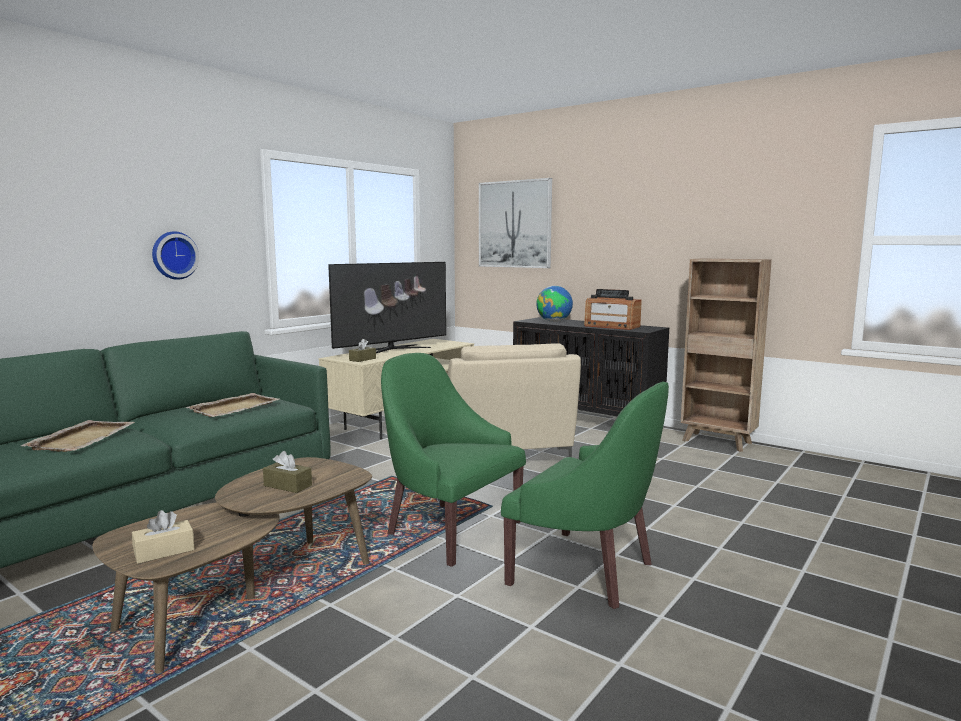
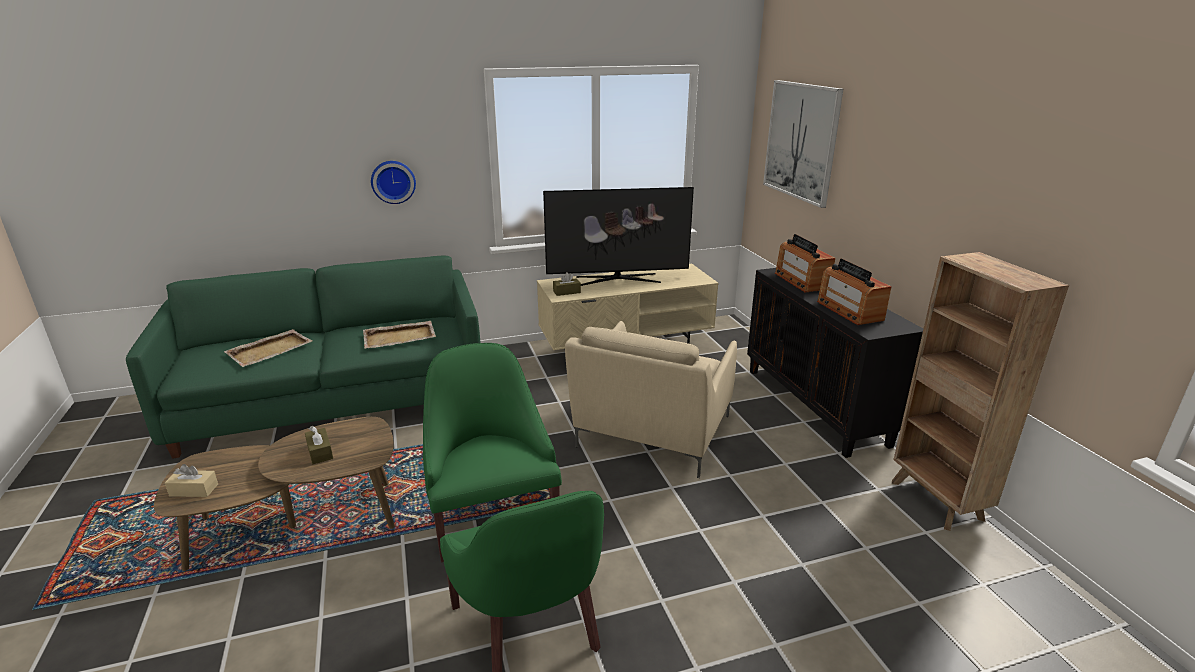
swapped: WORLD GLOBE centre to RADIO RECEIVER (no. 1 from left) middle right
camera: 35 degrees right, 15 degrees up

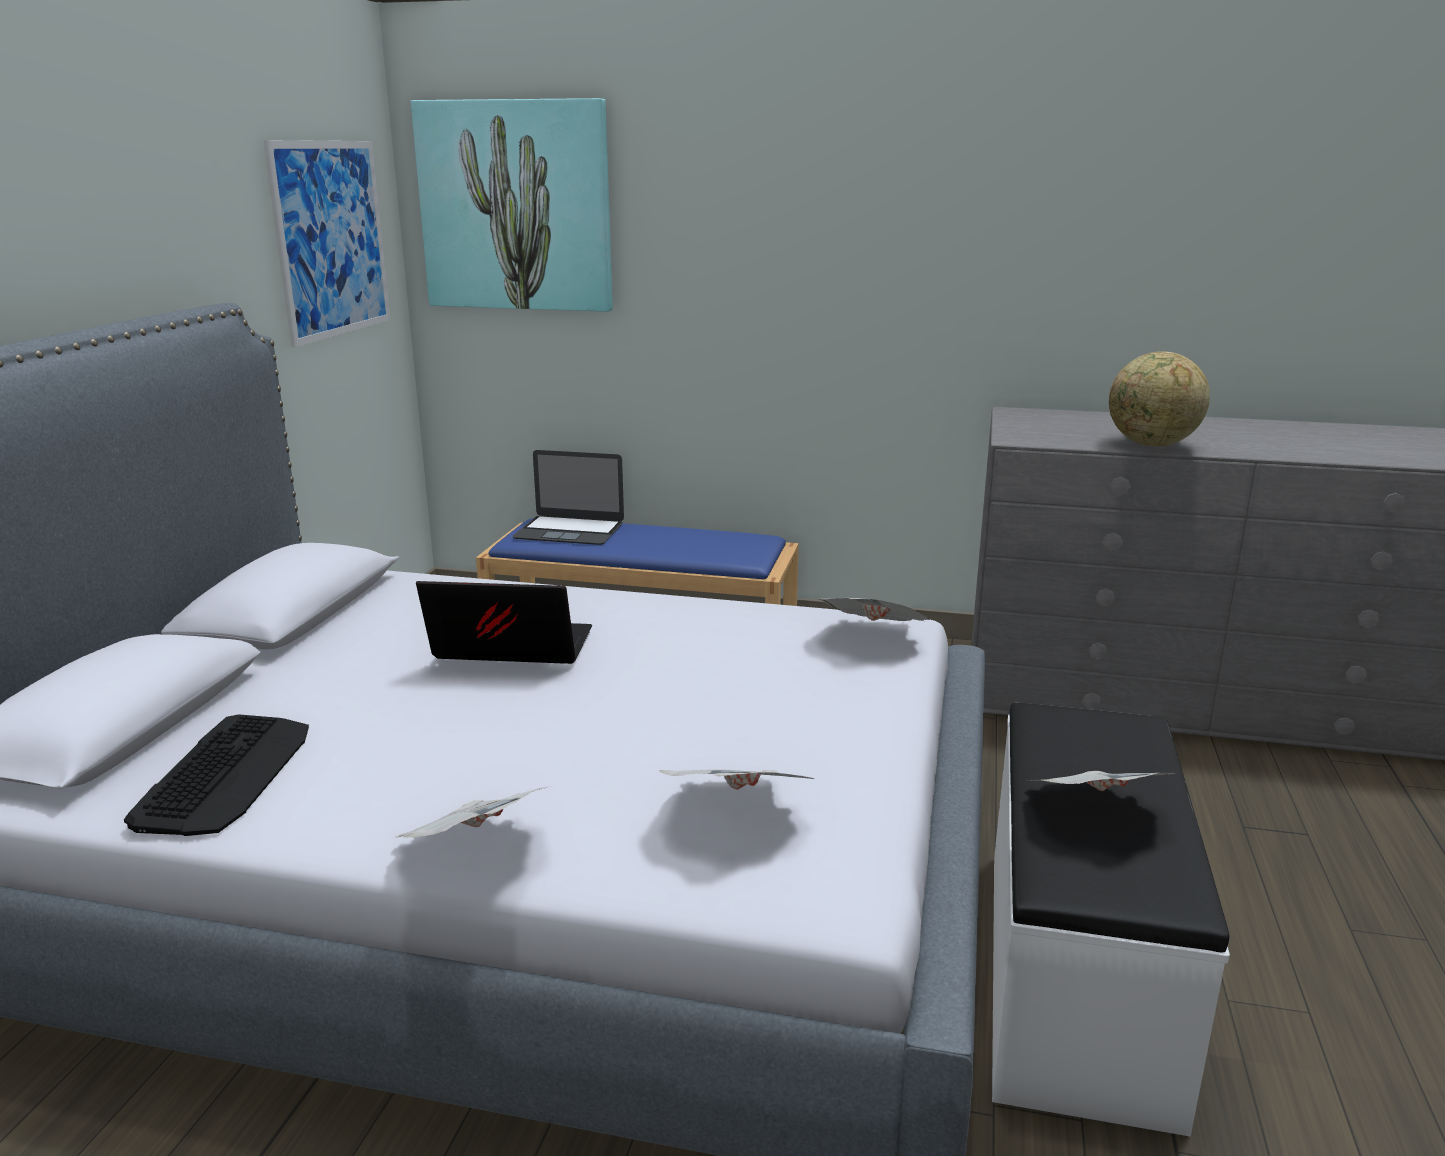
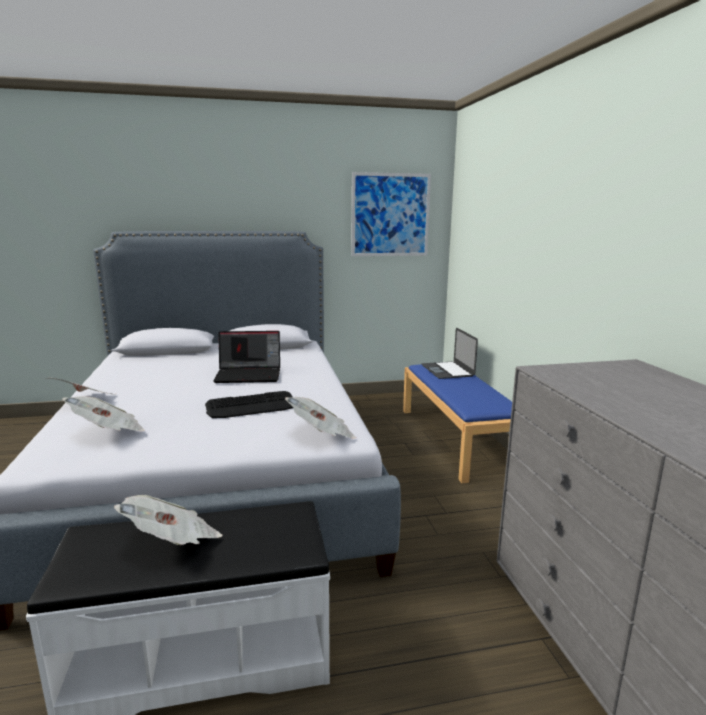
gone: WALL PICTURE (no. 2 from left) top centre; WORLD GLOBE middle right
shifted: KEYBOARD bottom left to centre
rotated: PORTABLE COMPUTER (no. 1 from left) centre = centre 105 degrees clockwise
camera: 65 degrees right, 5 degrees down

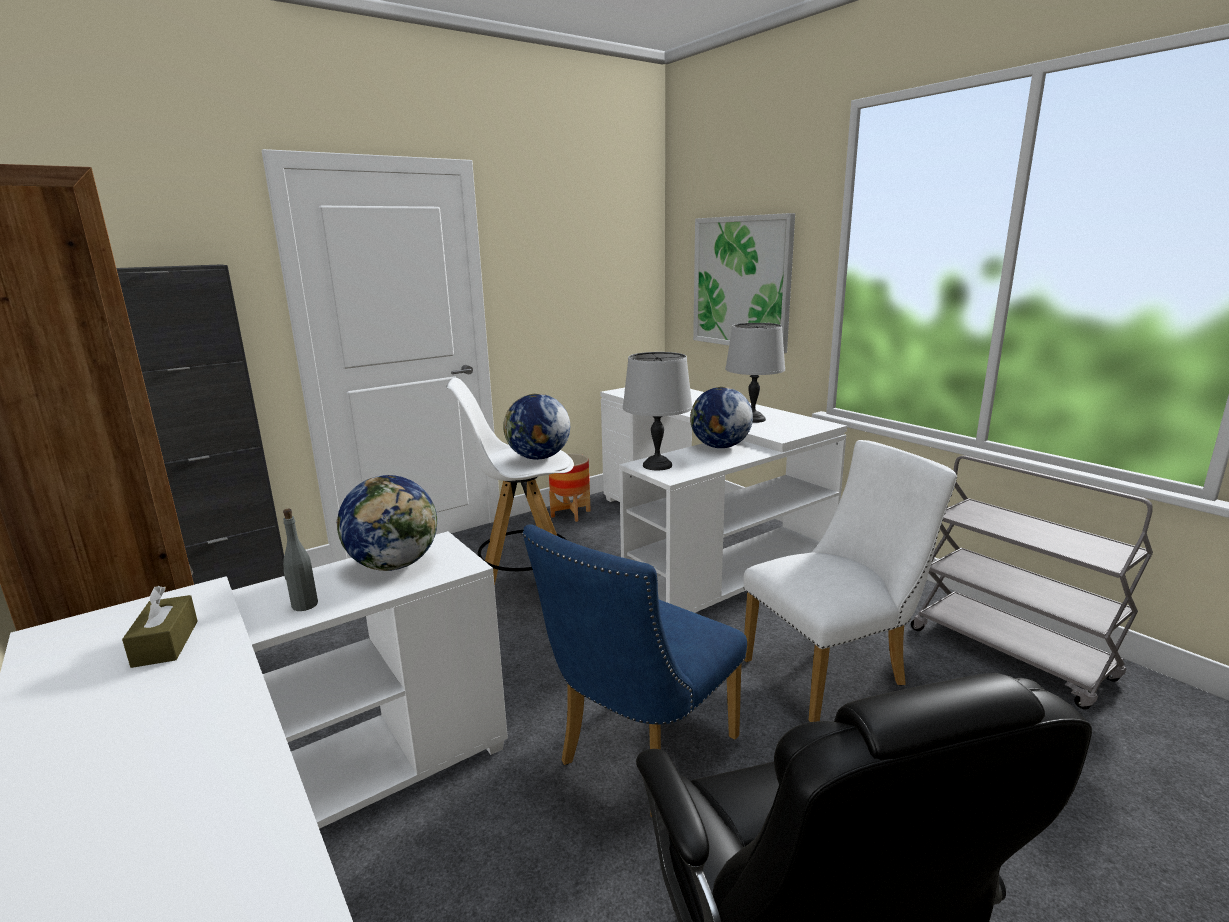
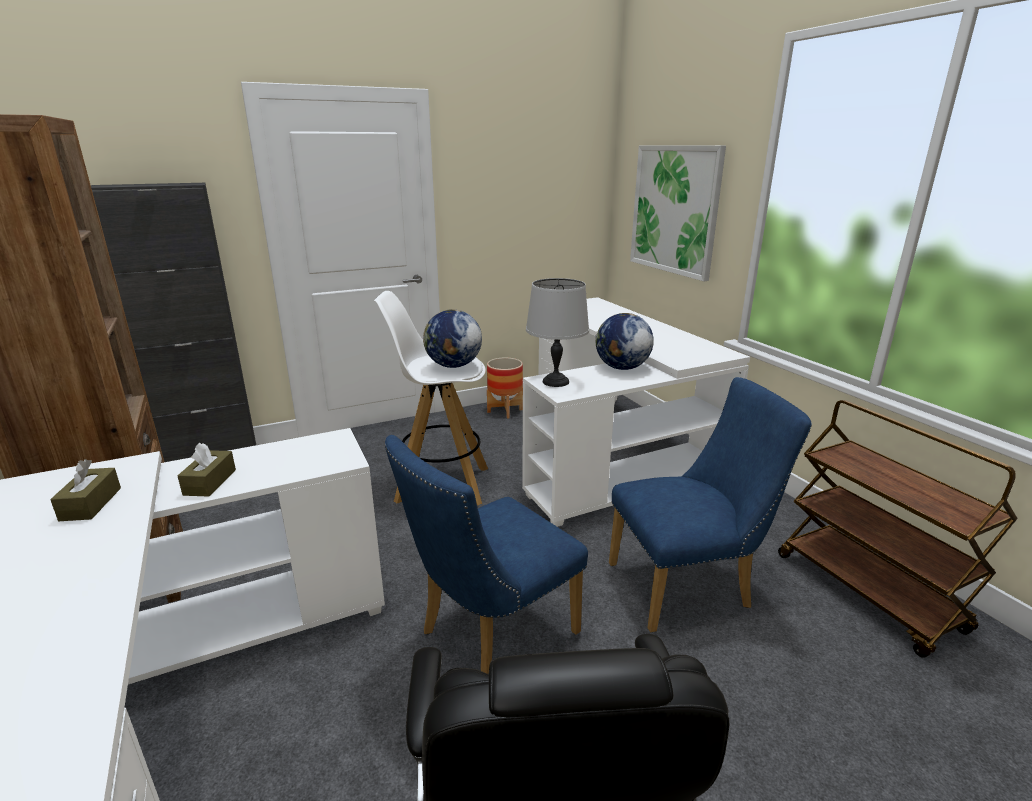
gone: WORLD GLOBE (no. 1 from left) middle left; GRAY TABLE LAMP (no. 2 from left) centre
swapped: GRAY BEVERAGE BOTTLE middle left to BROWN TISSUE BOX (no. 2 from left) middle left
repainted: WHITE UPRIGHT CHAIR middle right to BLUISH UPRIGHT CHAIR (no. 2 from left) middle right; GRAY TROLLEY middle right to BROWN TROLLEY middle right
camera: 10 degrees right, 5 degrees up

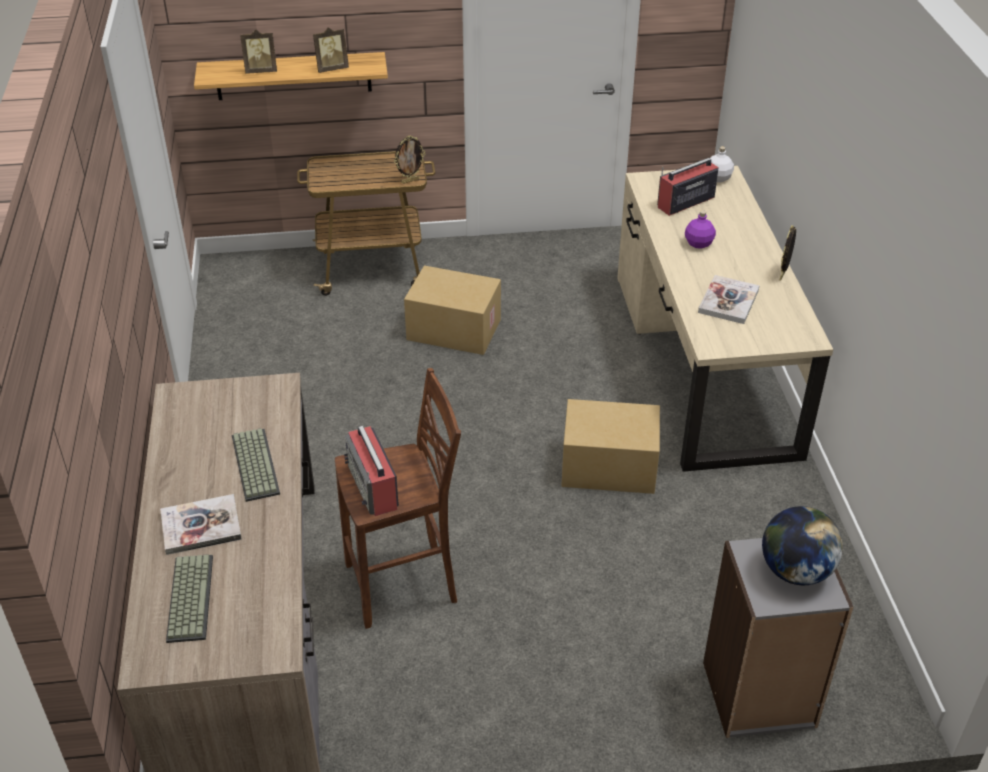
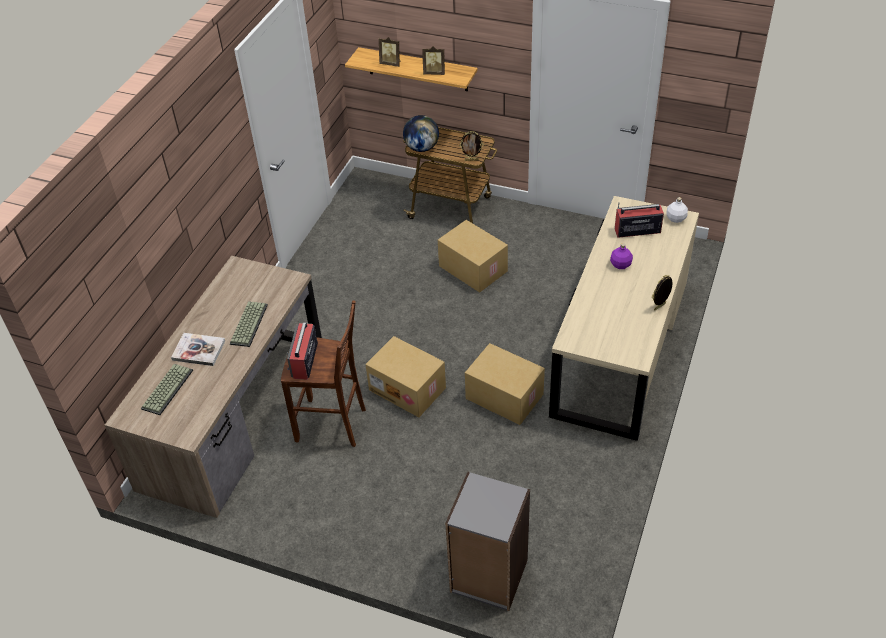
gone: BOOK (no. 2 from left) middle right
new: CARDBOARD BOX (no. 1 from left) centre
shifted: WORLD GLOBE bottom right to top centre
camera: 30 degrees right, 5 degrees up

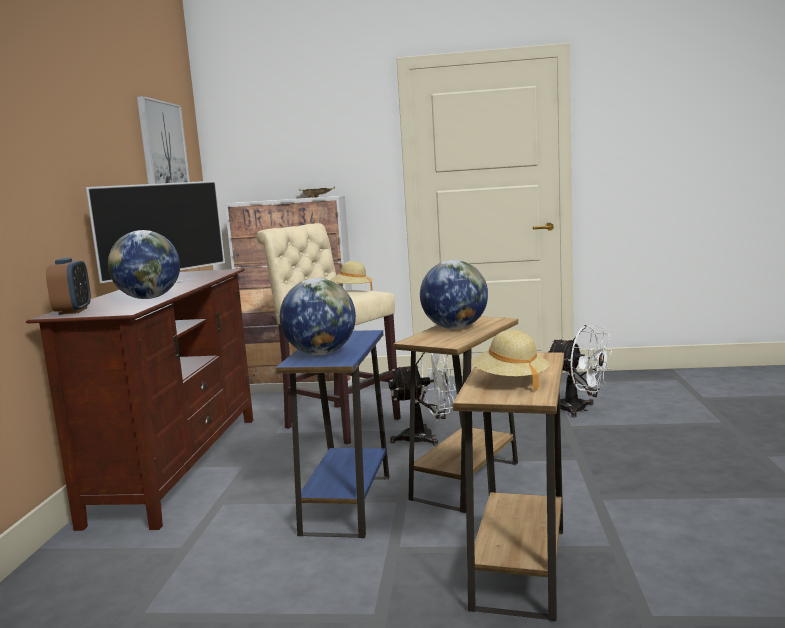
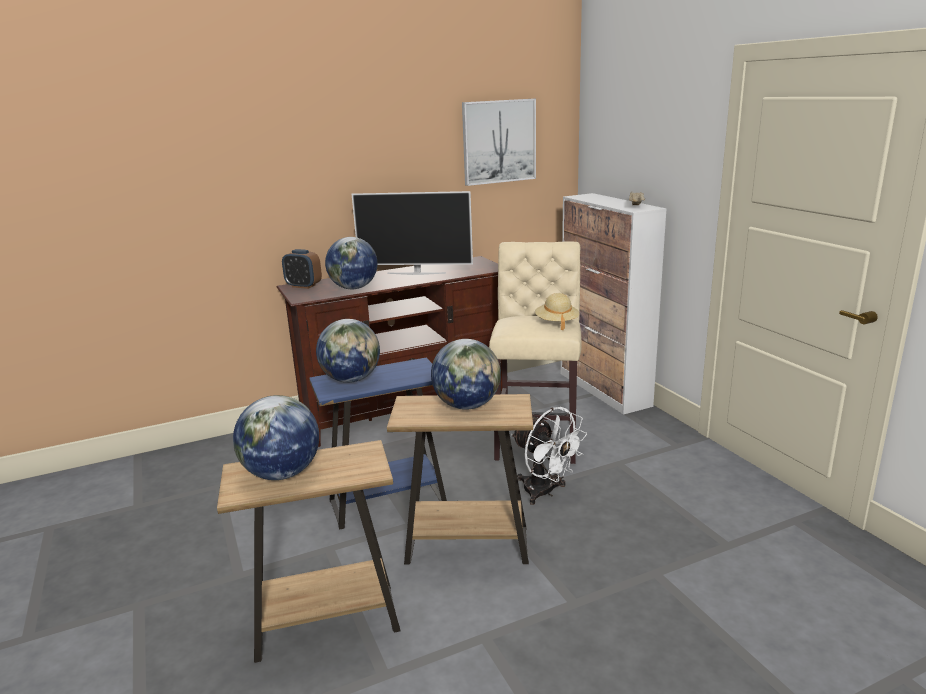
gone: WHITE ELECTRIC FAN (no. 2 from left) middle right
swapped: BEIGE CLOTHING HAT (no. 2 from left) centre to WORLD GLOBE (no. 1 from left) middle left
rotated: BEDSIDE CLOCK middle left = middle left 60 degrees clockwise
camera: 60 degrees right, 10 degrees up

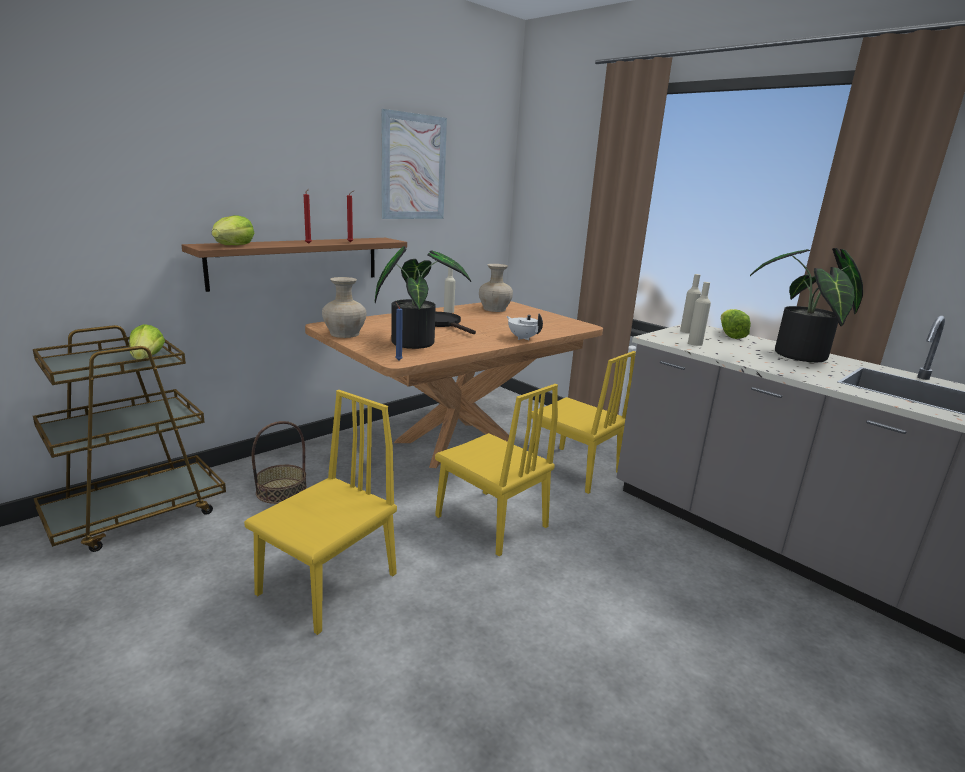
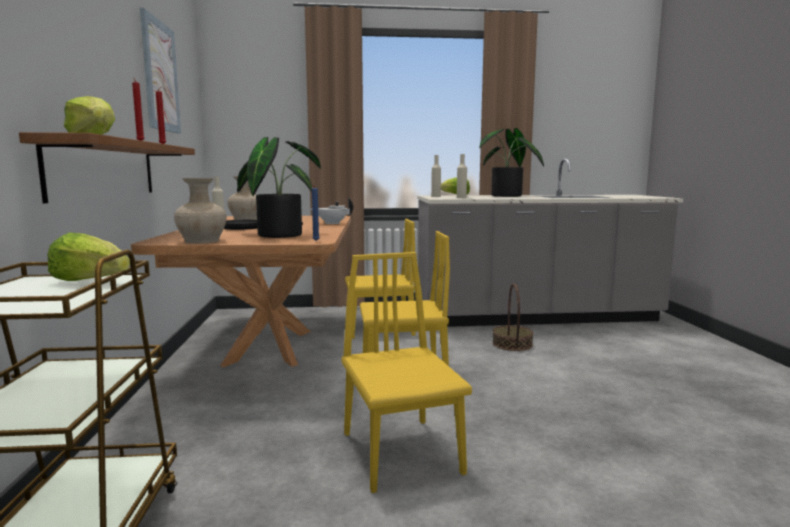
shifted: HOUSEHOLD BASKET middle left to centre
camera: 50 degrees left, 10 degrees down

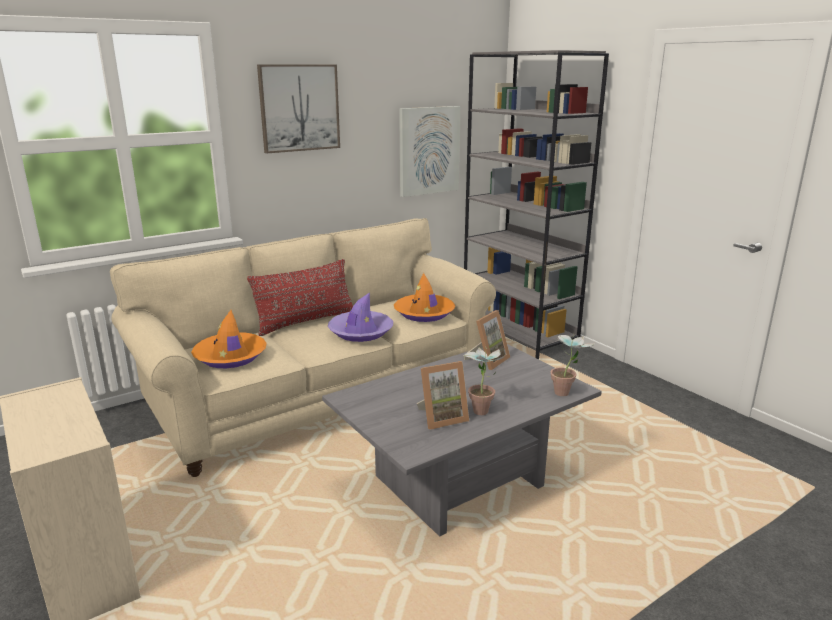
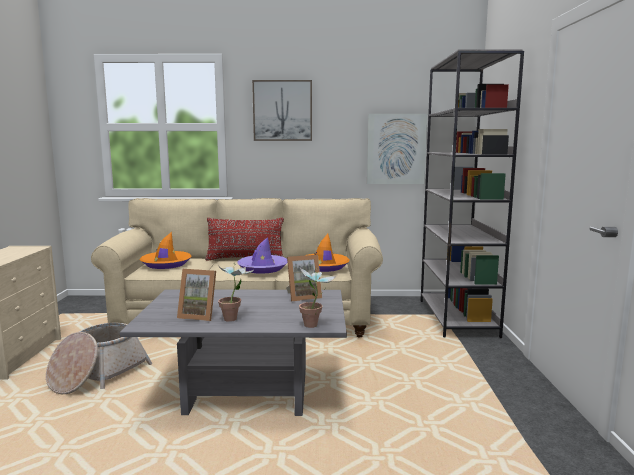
new: HOUSEHOLD BASKET bottom left
camera: 35 degrees right, 10 degrees down

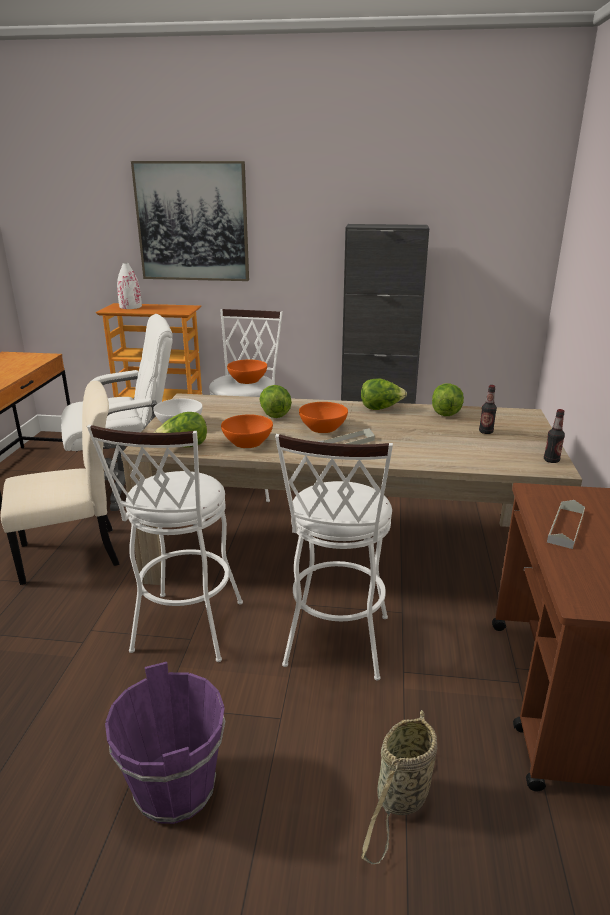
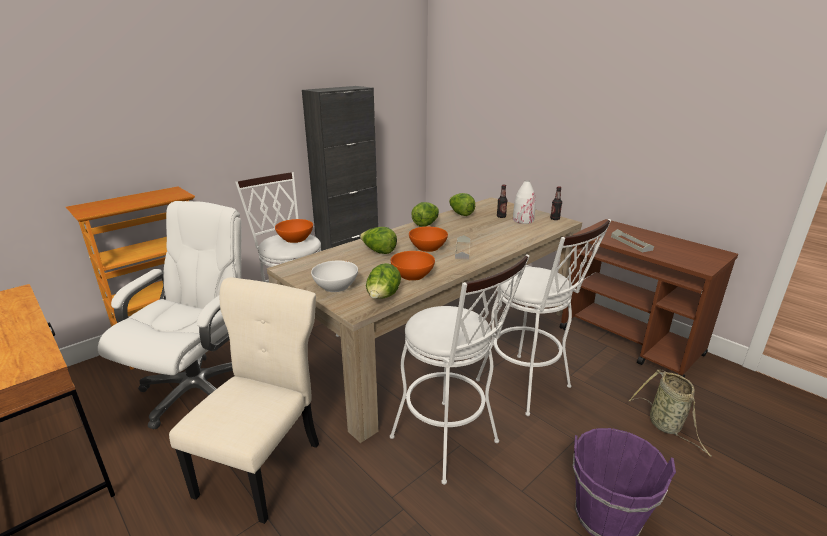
gone: WALL PICTURE top left
shifted: WHITE FLOWER VASE top left to centre
camera: 50 degrees left, 0 degrees up

